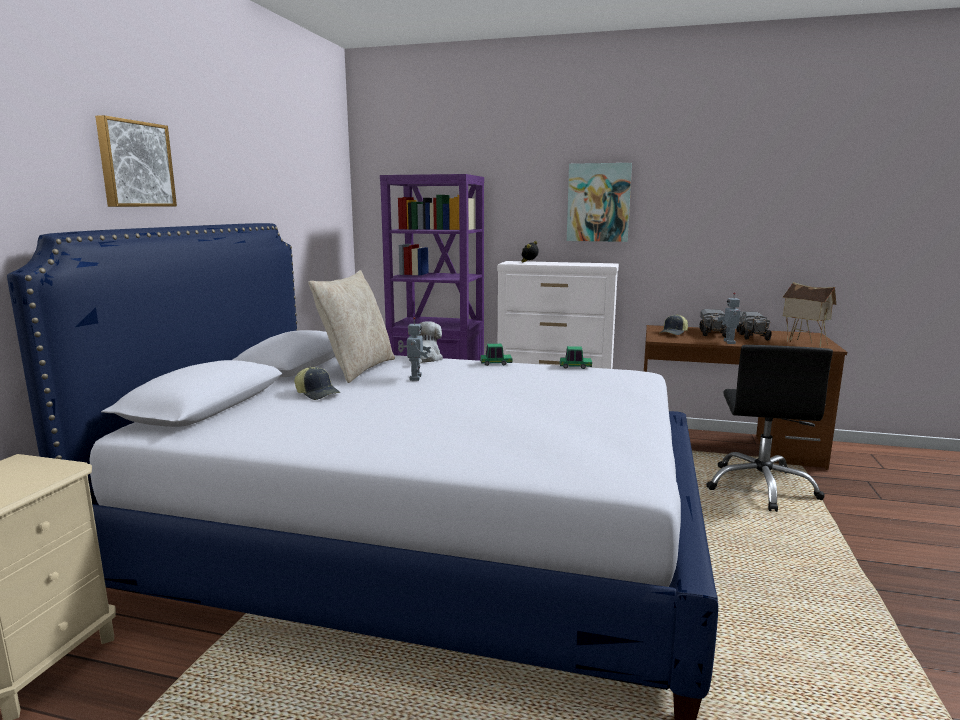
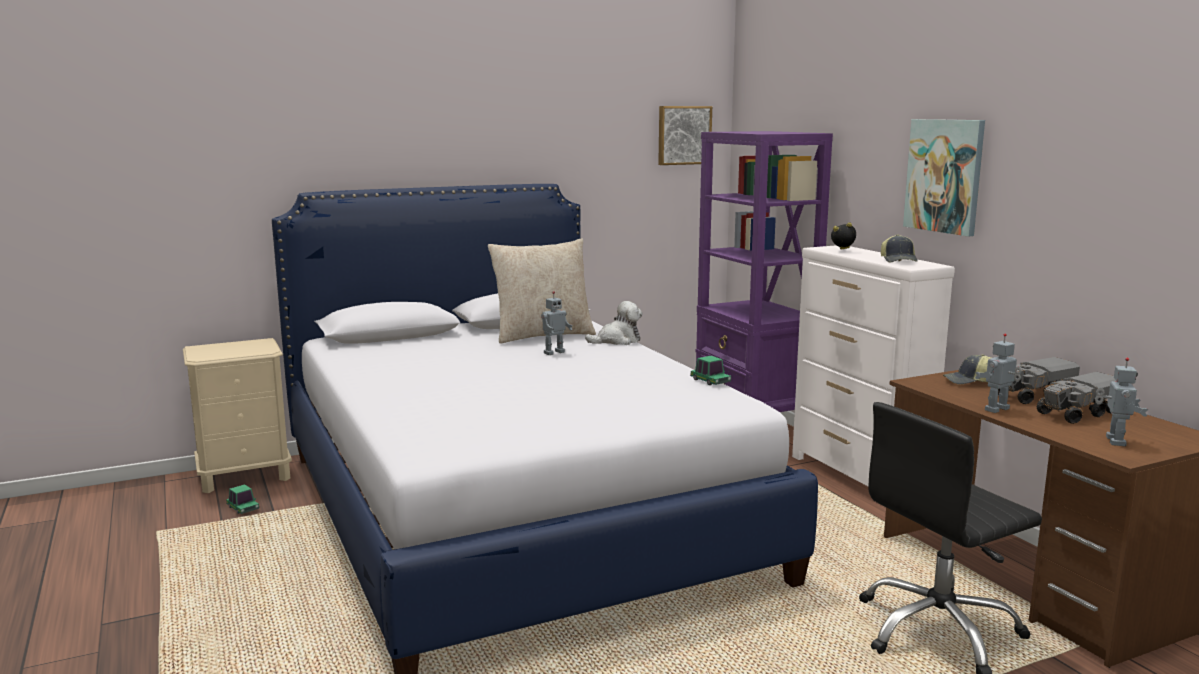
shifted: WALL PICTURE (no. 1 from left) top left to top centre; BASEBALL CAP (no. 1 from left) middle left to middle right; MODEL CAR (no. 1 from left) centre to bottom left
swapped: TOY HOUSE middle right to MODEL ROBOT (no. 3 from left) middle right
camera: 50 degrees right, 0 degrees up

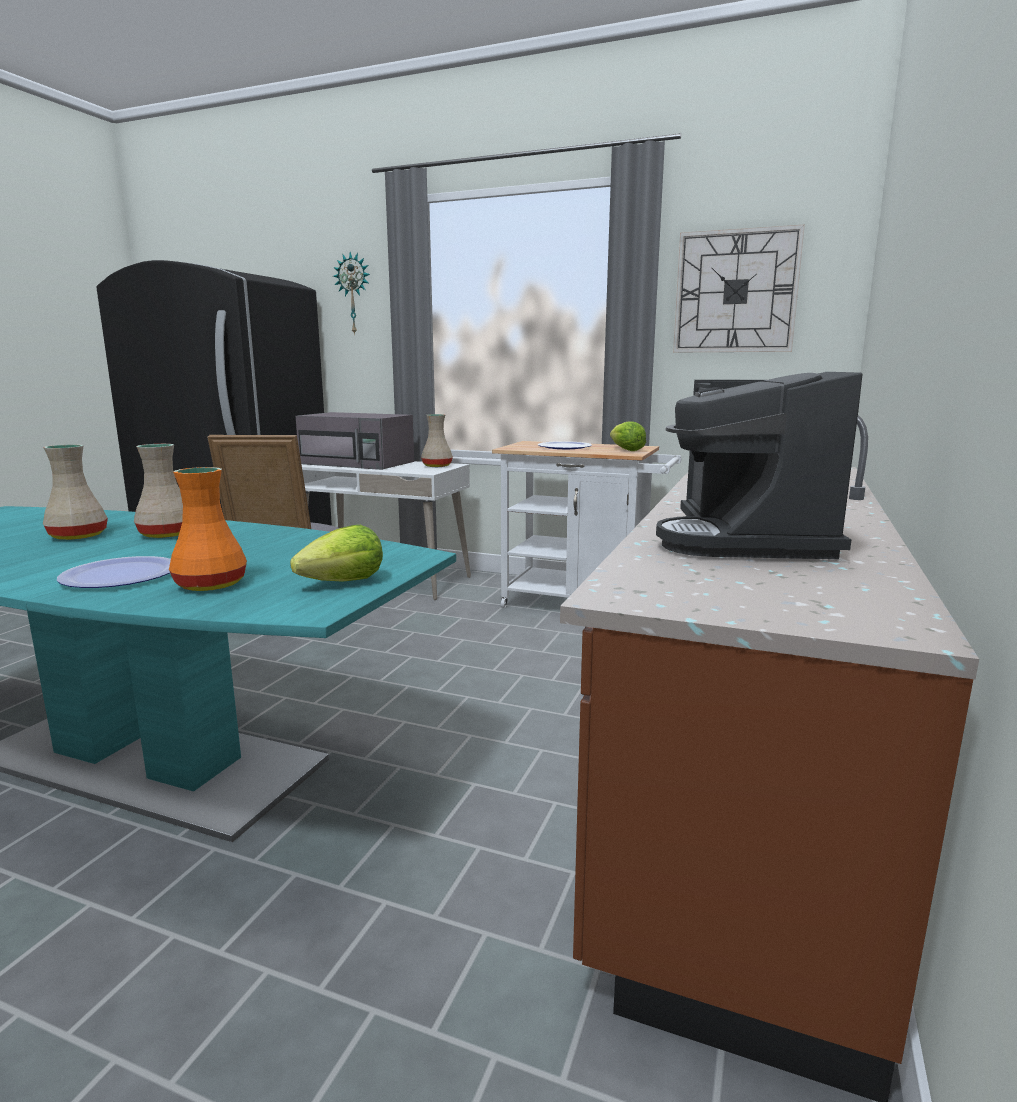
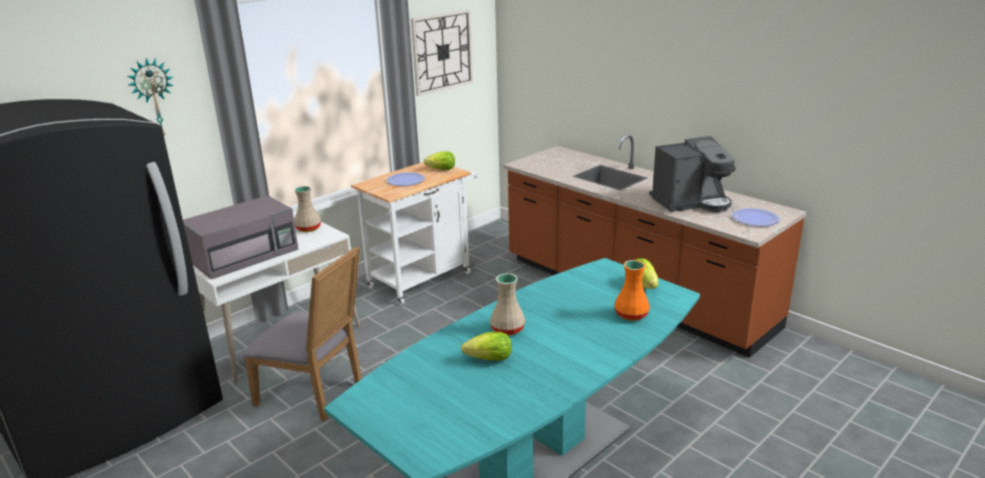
shifted: FLAT DISH (no. 1 from left in the first image) middle left to FLAT DISH (no. 2 from left) middle right
swapped: BEIGE FLOWER VASE (no. 1 from left) middle left to LETTUCE (no. 2 from left) bottom centre
rotated: COFFEE MAKER middle right = middle right 45 degrees counterclockwise
camera: 65 degrees left, 10 degrees up

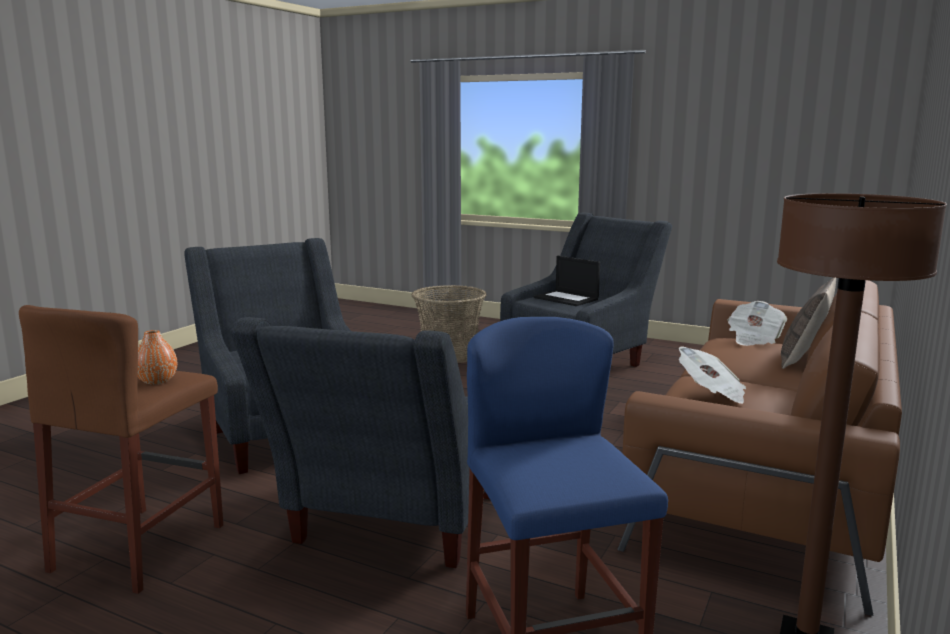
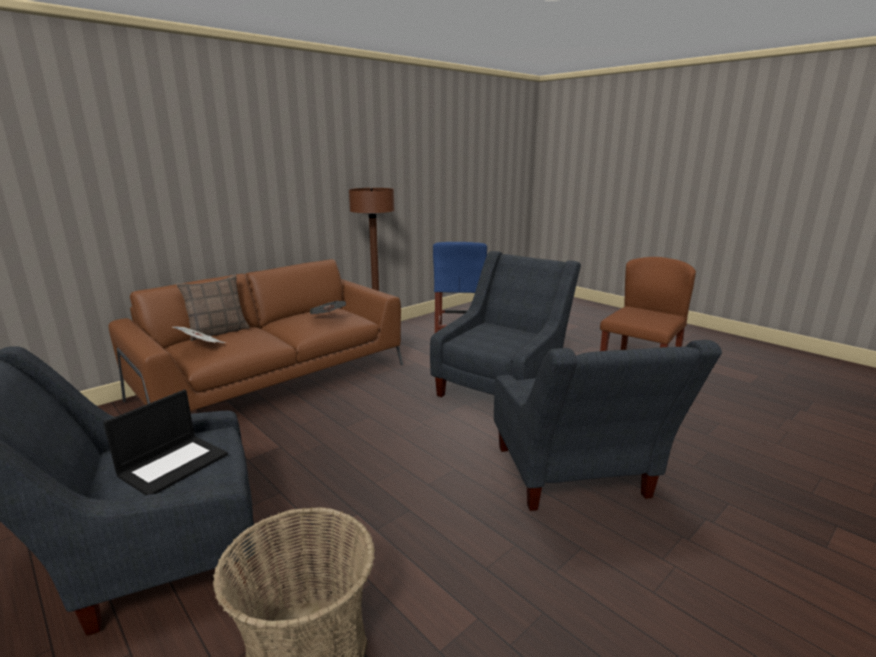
gone: ORANGE-COLOURED FLOWER VASE middle left
rotated: PORTABLE COMPUTER centre = bottom left 60 degrees clockwise
camera: 160 degrees left, 5 degrees up

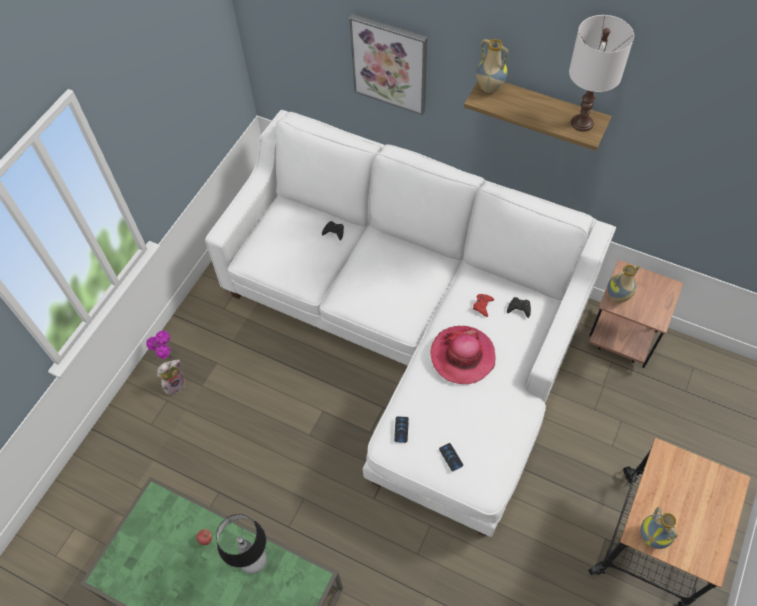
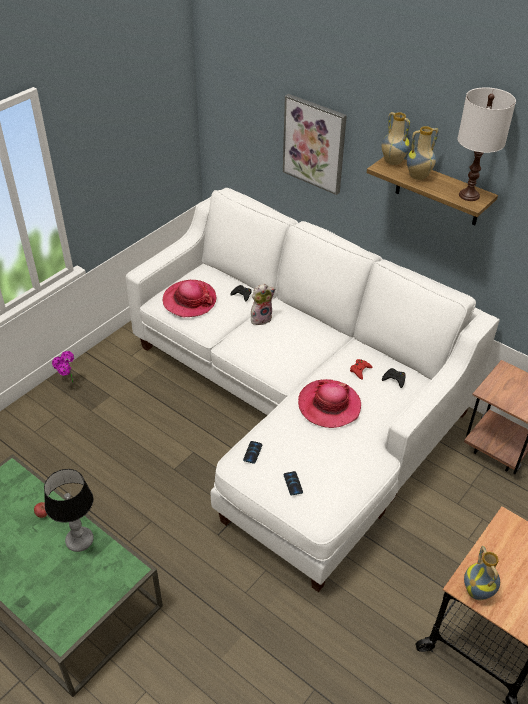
new: CLOTHING HAT (no. 1 from left) centre
shifted: PLUSH TOY middle left to centre; FLOWER VASE (no. 2 from left) middle right to top right
camera: 10 degrees right, 15 degrees down

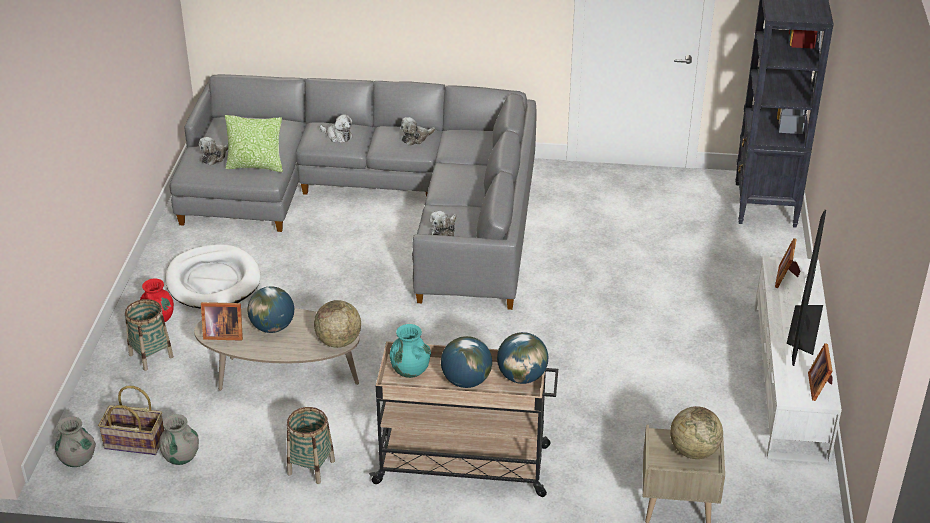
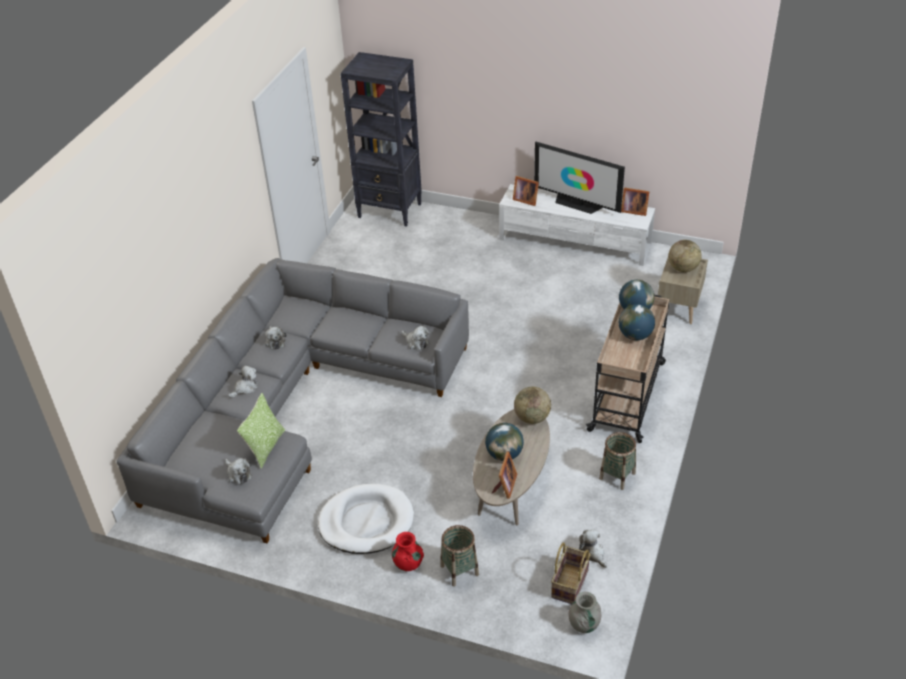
gone: TURQUOISE FLOWER VASE bottom centre
swapped: GRAY FLOWER VASE (no. 2 from left) bottom left to PLUSH TOY (no. 5 from left) bottom centre
camera: 75 degrees left, 5 degrees up

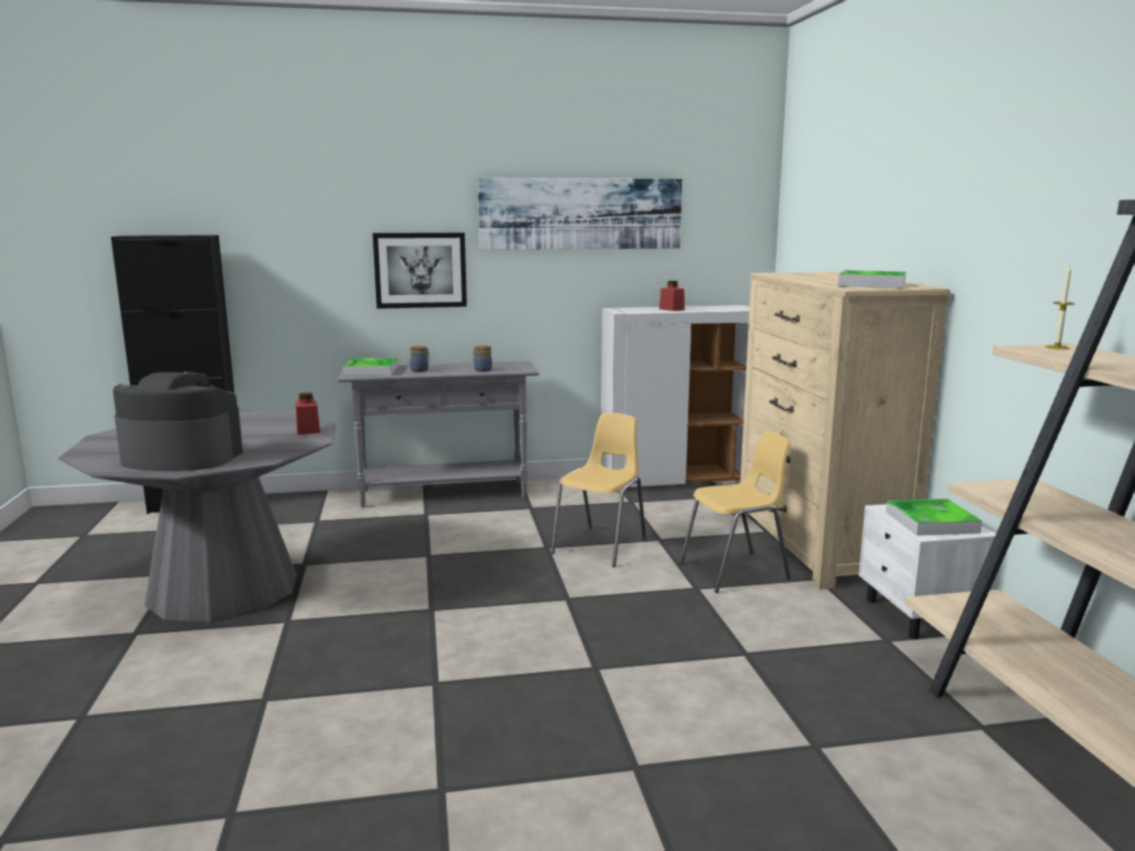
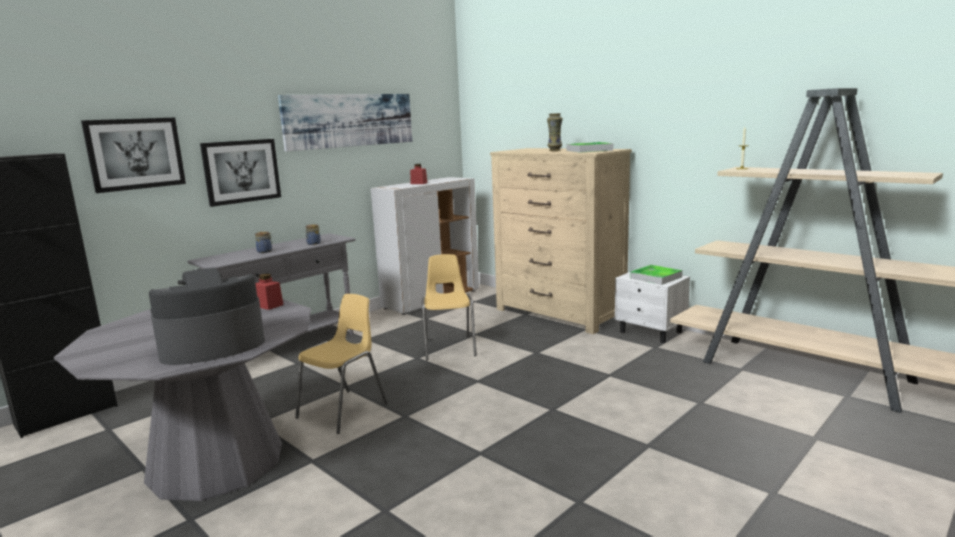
gone: TRAY (no. 1 from left) middle left
new: WALL PICTURE (no. 1 from left) top left; FLOWER VASE top centre
shifted: YELLOWISH UPRIGHT CHAIR (no. 2 from left in the first image) centre to YELLOWISH UPRIGHT CHAIR (no. 1 from left) bottom centre
camera: 35 degrees left, 0 degrees up

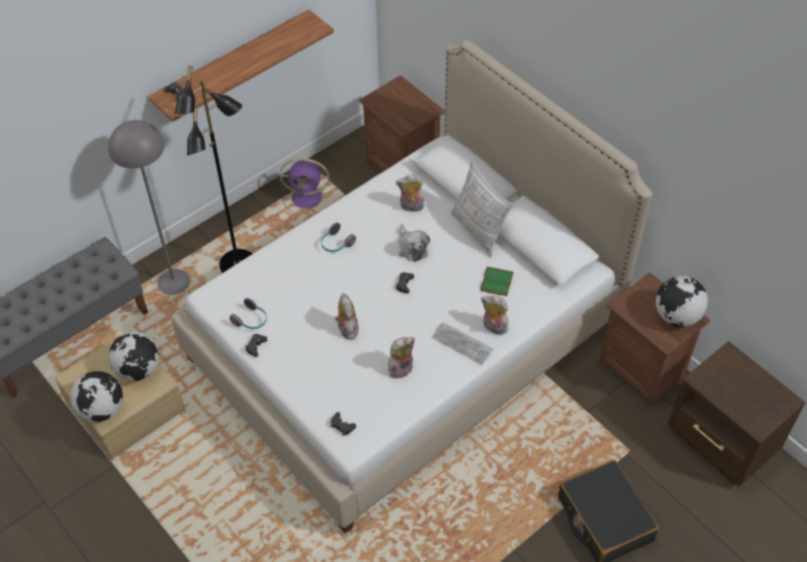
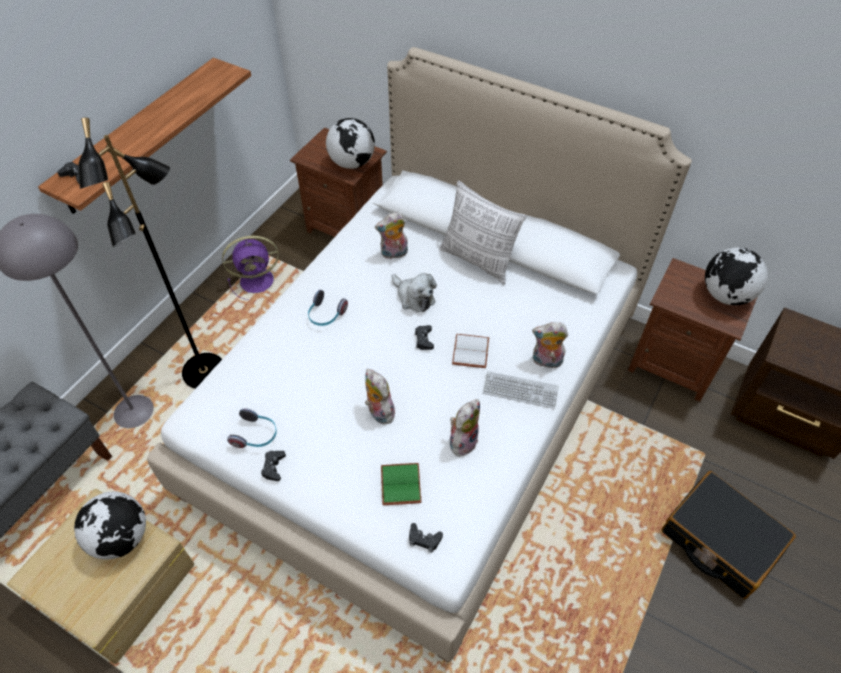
new: WHITE BOOK centre
shifted: WORLD GLOBE (no. 1 from left in the first image) bottom left to WORLD GLOBE (no. 2 from left) top centre; GREEN-COLOURED BOOK centre to bottom centre
camera: 20 degrees left, 0 degrees up

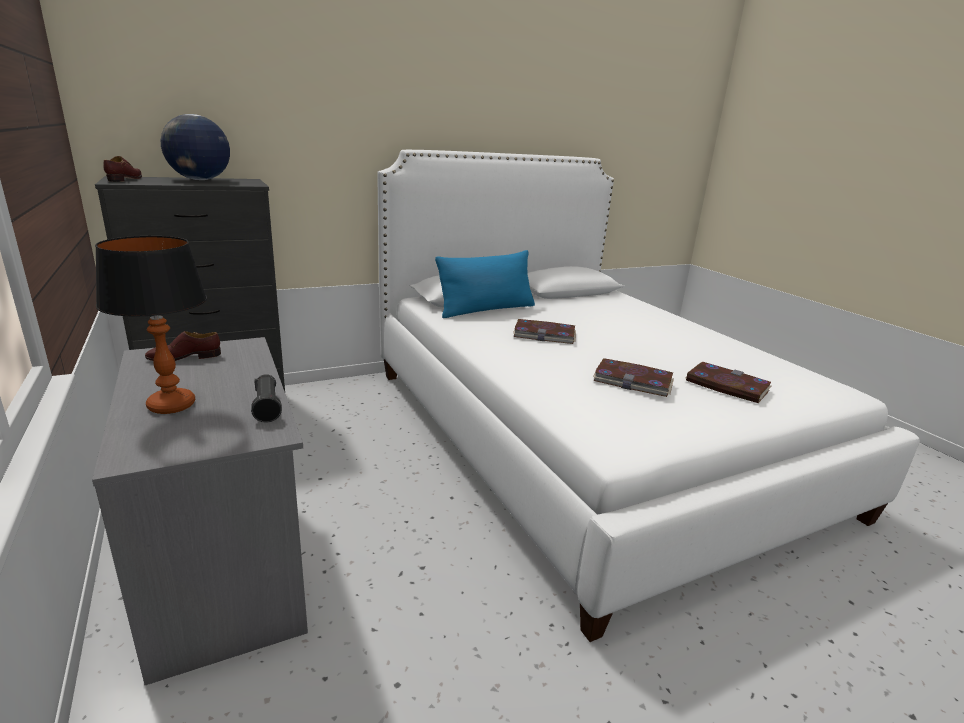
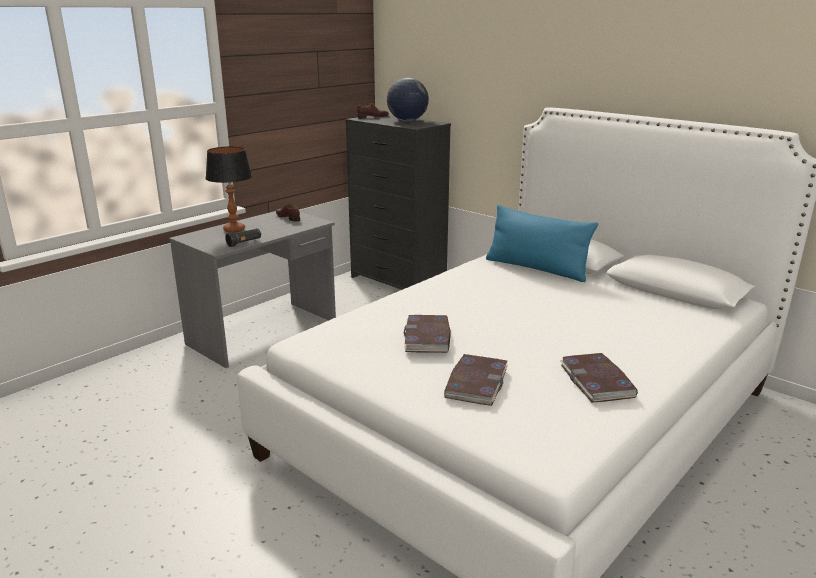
shifted: BOOK (no. 1 from left in the first image) centre to BOOK (no. 3 from left) middle right
camera: 70 degrees right, 0 degrees up

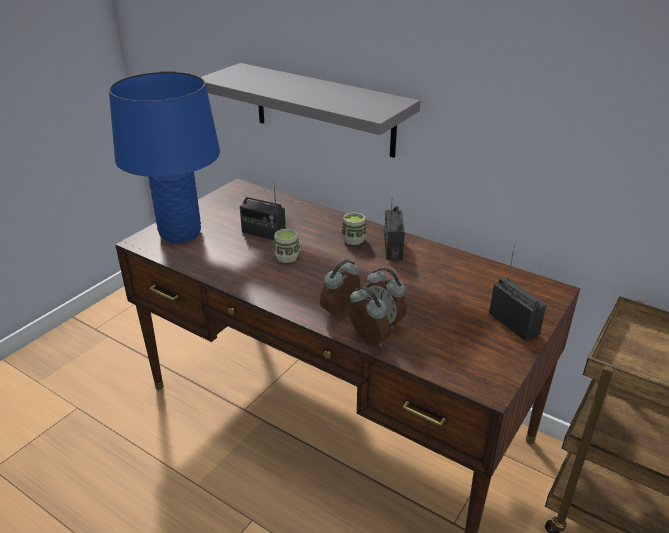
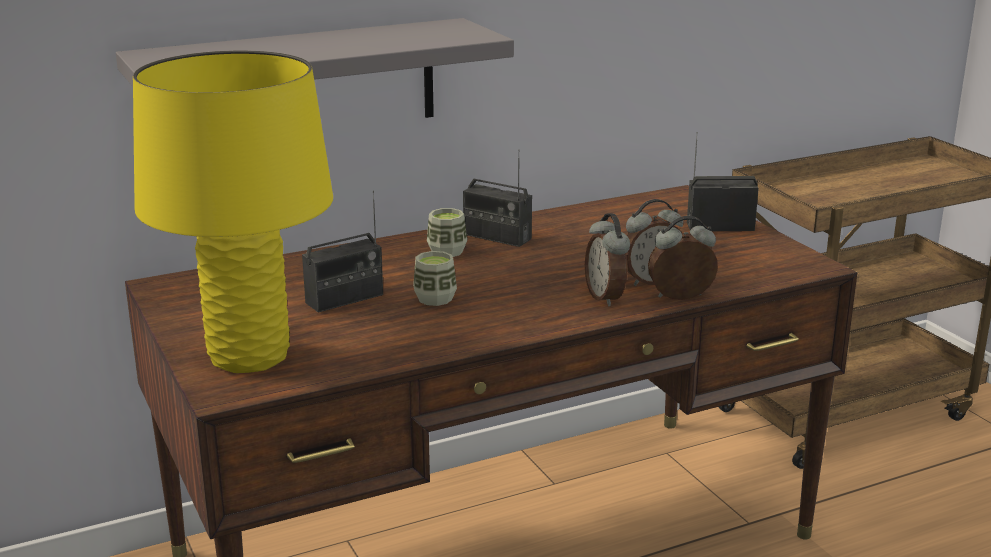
repainted: BLUISH TABLE LAMP top left to YELLOWISH TABLE LAMP middle left
camera: 60 degrees left, 10 degrees down

